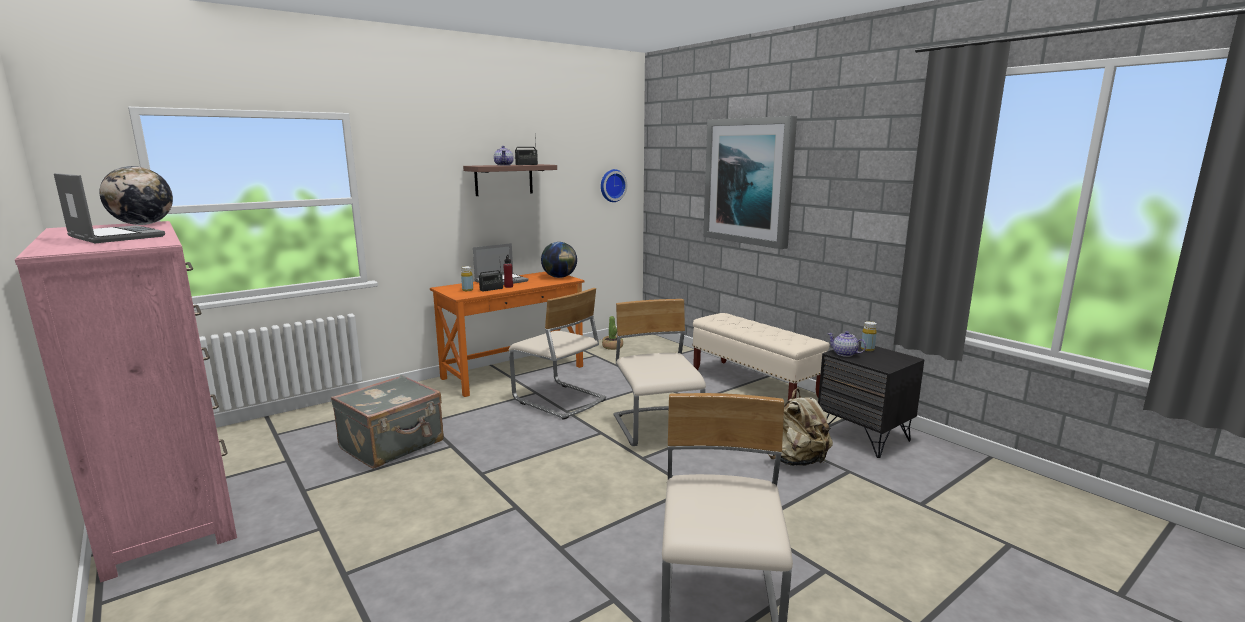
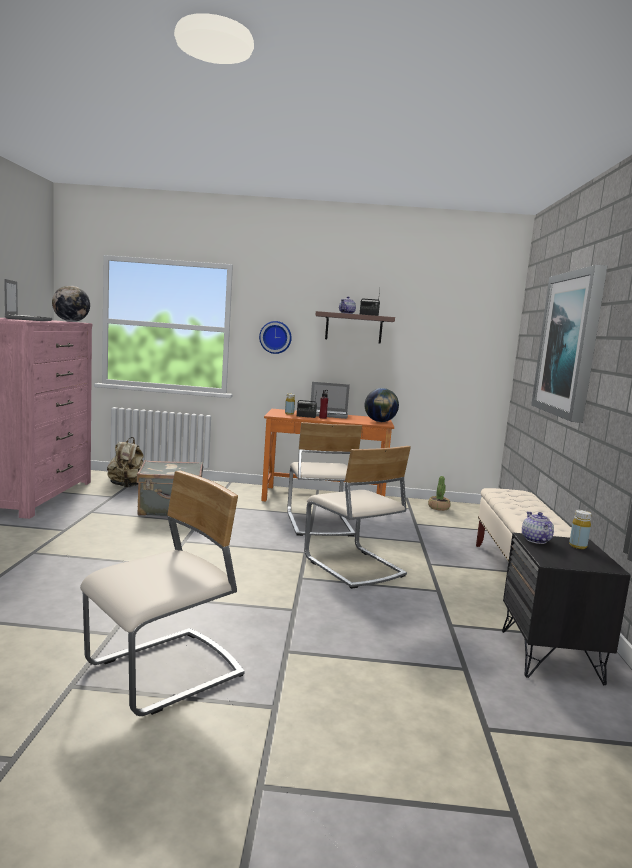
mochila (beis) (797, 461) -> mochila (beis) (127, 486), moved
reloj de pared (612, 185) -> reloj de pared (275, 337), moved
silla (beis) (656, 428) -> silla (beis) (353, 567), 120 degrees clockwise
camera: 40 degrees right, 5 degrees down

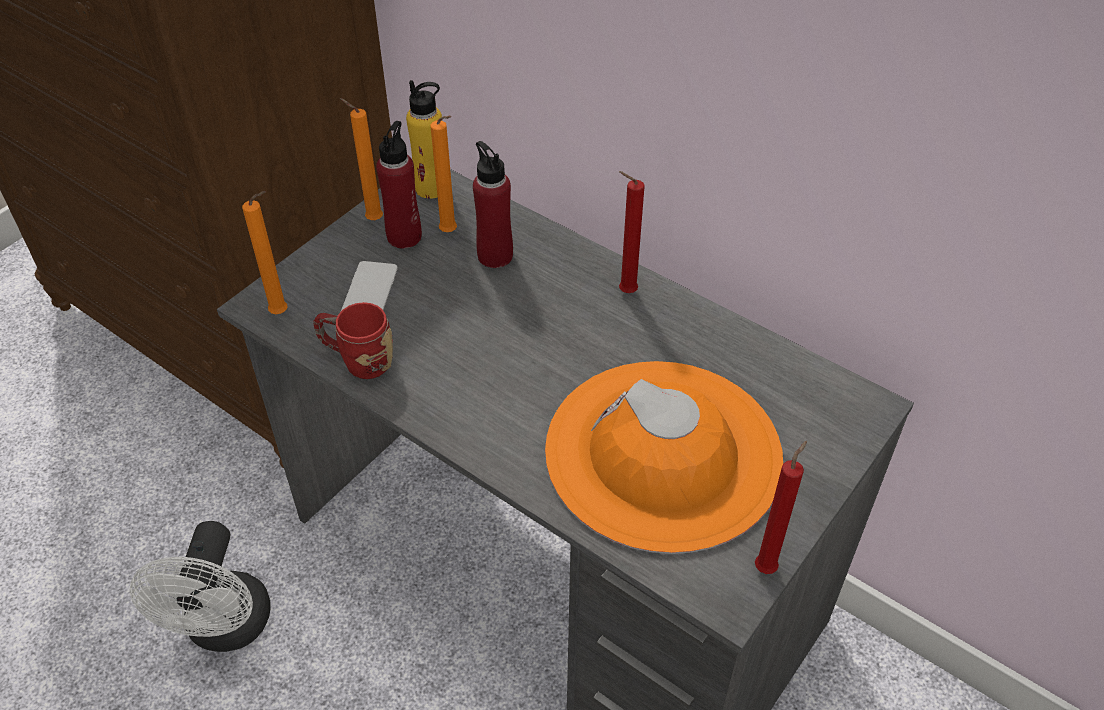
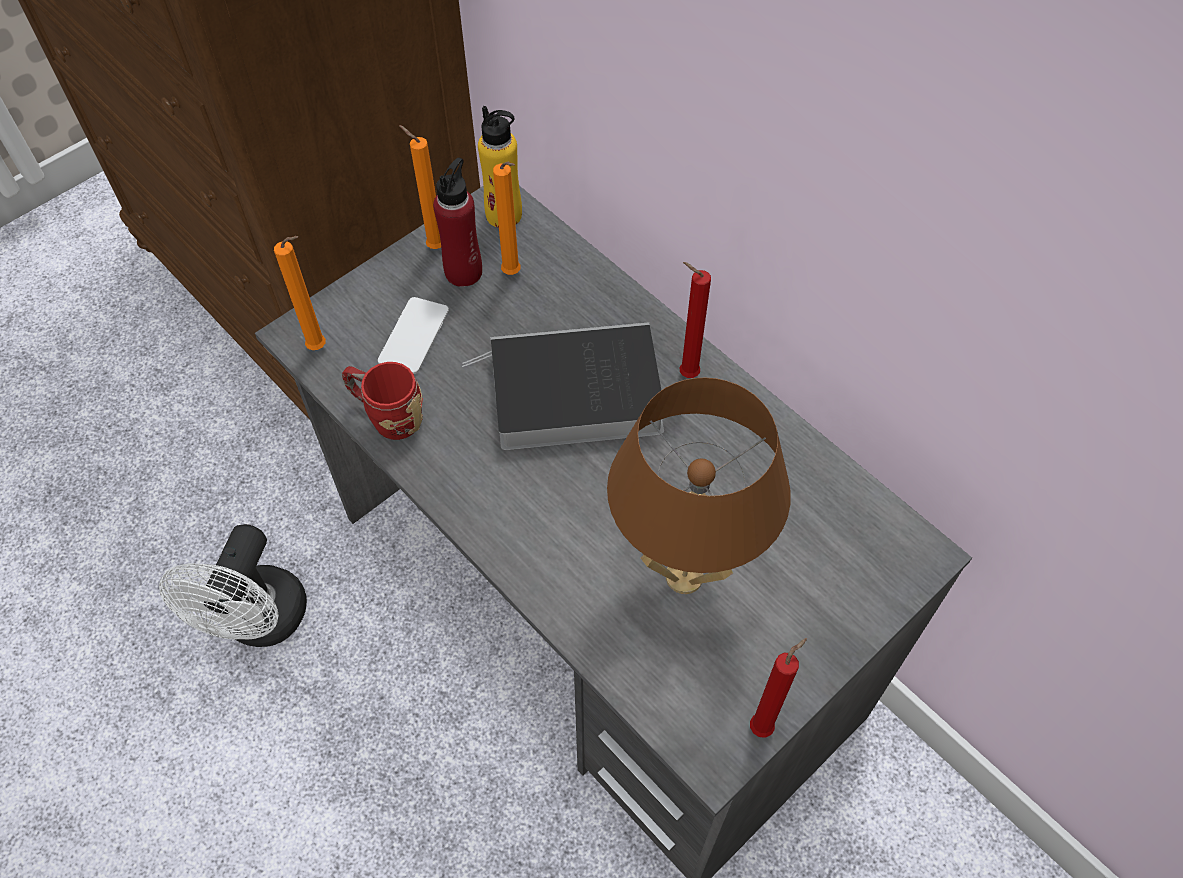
none -> libro (570, 395)
sombrero (naranja) (663, 453) -> lámpara de mesa (marrón) (683, 576)
botella (rojo) (495, 255) -> none
camera: 10 degrees right, 10 degrees up

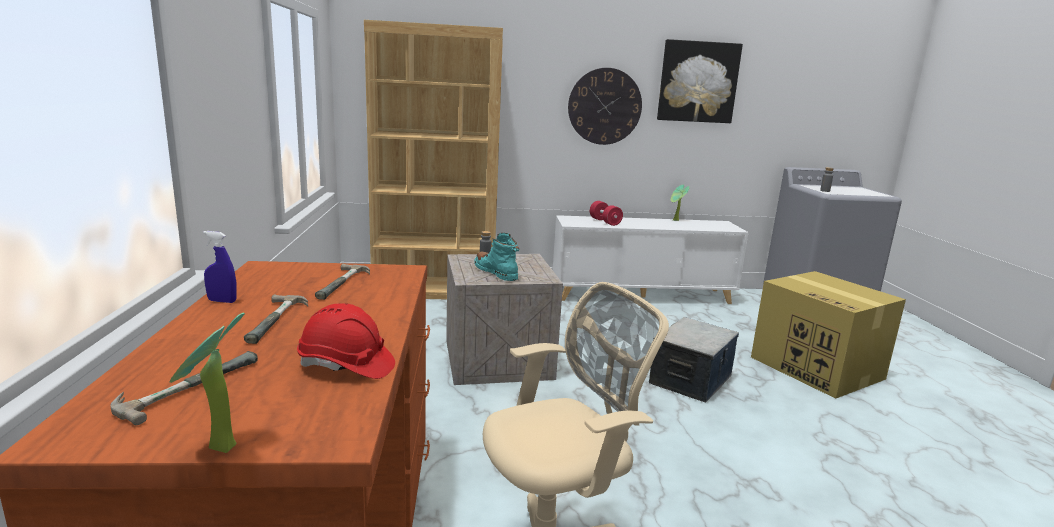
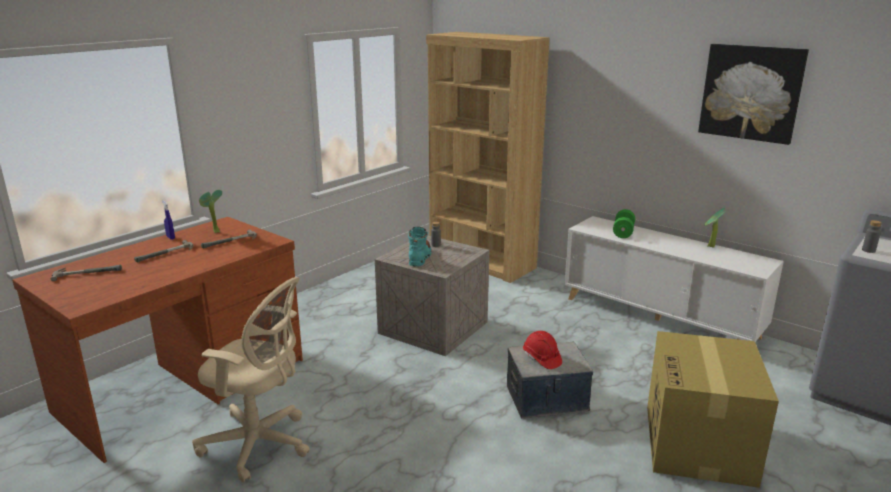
planta en maceta (217, 450) -> planta en maceta (214, 232), moved
casco (rojo) (346, 366) -> casco (rojo) (541, 358), moved
mancuerna (rojo) (605, 222) -> mancuerna (verde) (623, 232)
reloj de pared (604, 106) -> none
camera: 45 degrees right, 5 degrees up

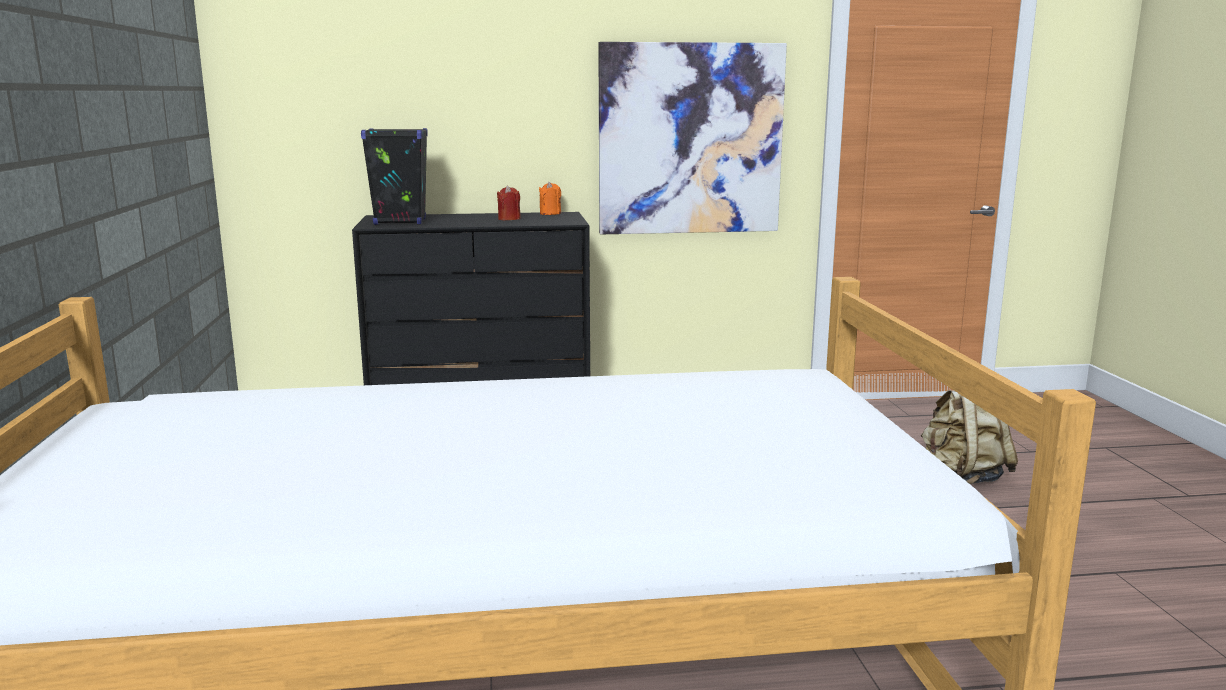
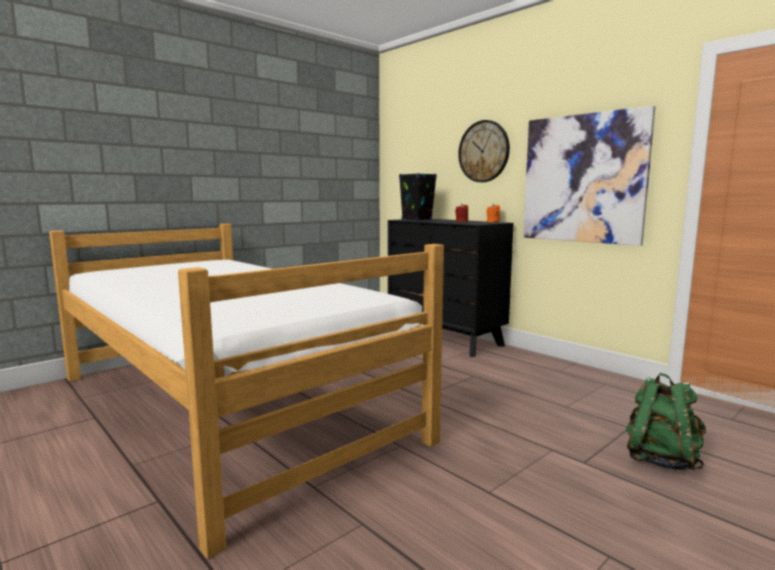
none -> reloj de pared (483, 151)
mochila (beis) (963, 477) -> mochila (verde) (660, 459)
camera: 55 degrees right, 5 degrees down

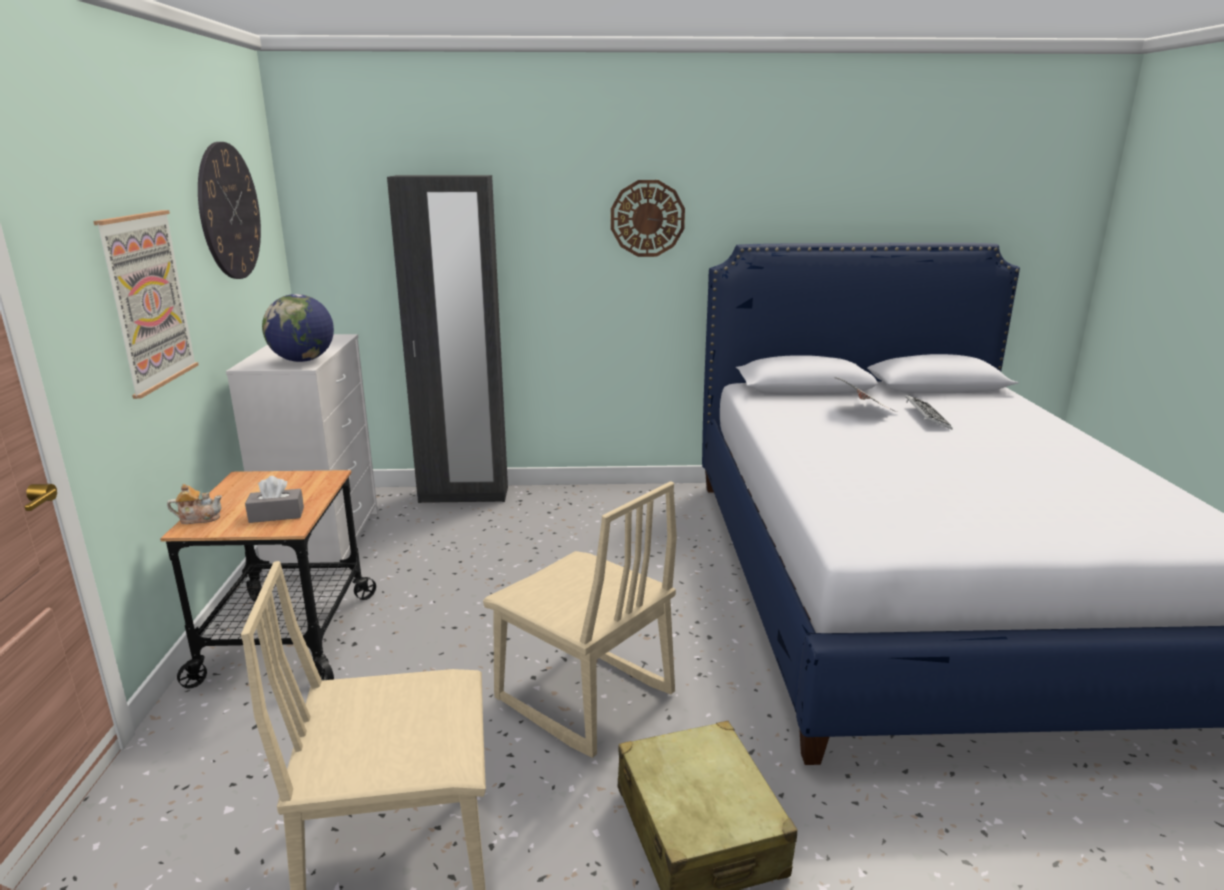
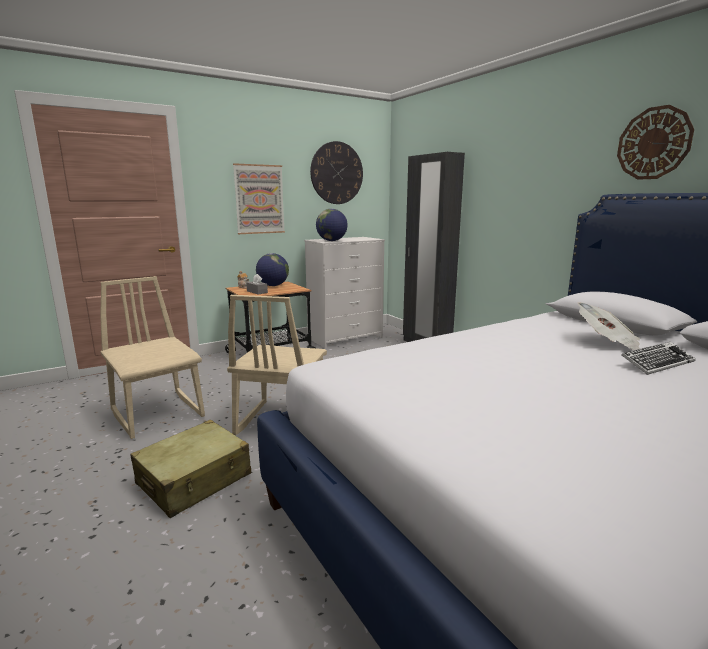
none -> globo terráqueo (273, 285)
reloj de pared (647, 218) -> reloj de pared (653, 143), moved
camera: 60 degrees right, 5 degrees down

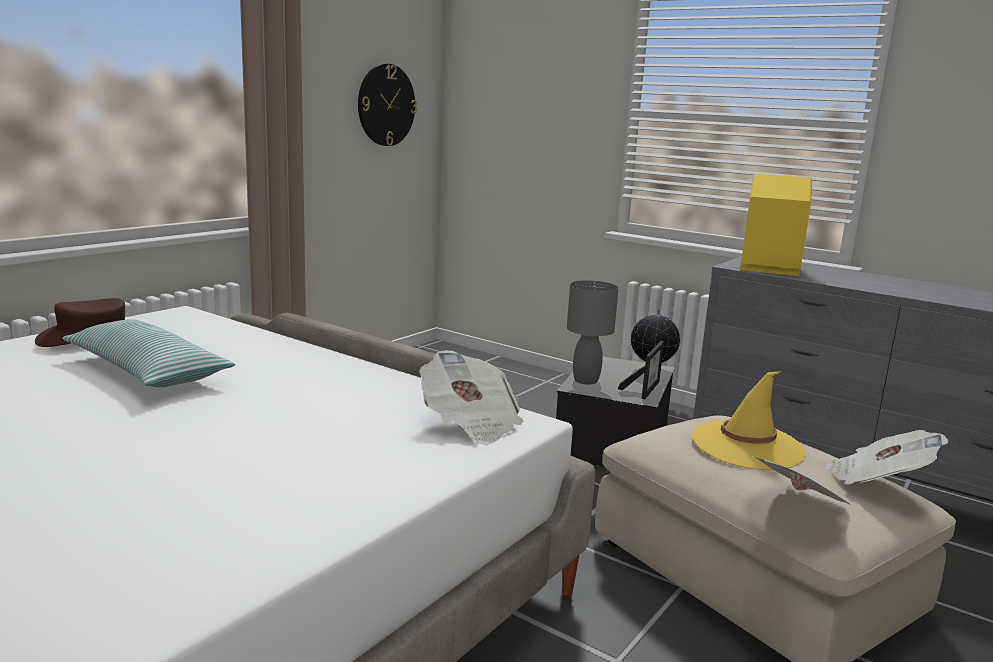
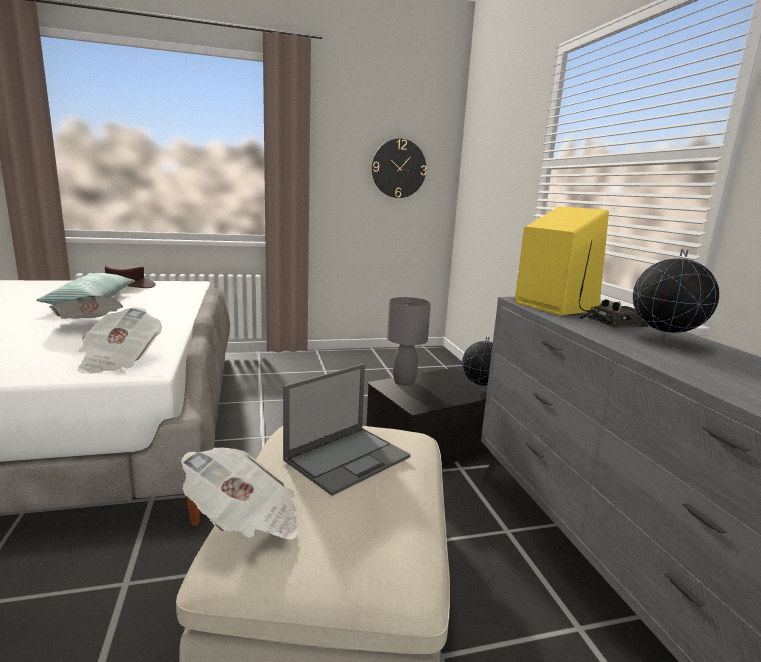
periódico (877, 481) -> periódico (90, 325), moved
sombrero (amarillo) (747, 445) -> portátil (348, 458)
none -> radio (612, 322)
none -> globo terráqueo (664, 341)
portarretratos (645, 388) -> none
camera: 40 degrees right, 0 degrees up

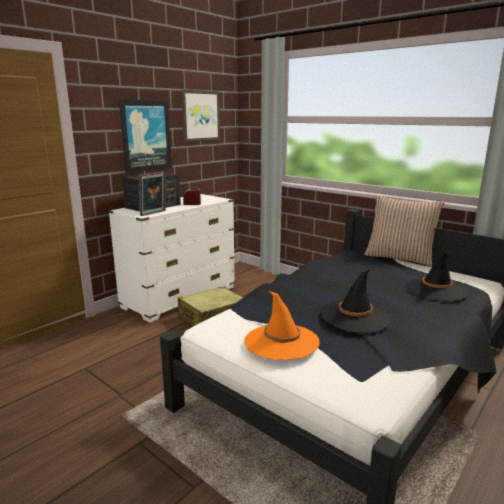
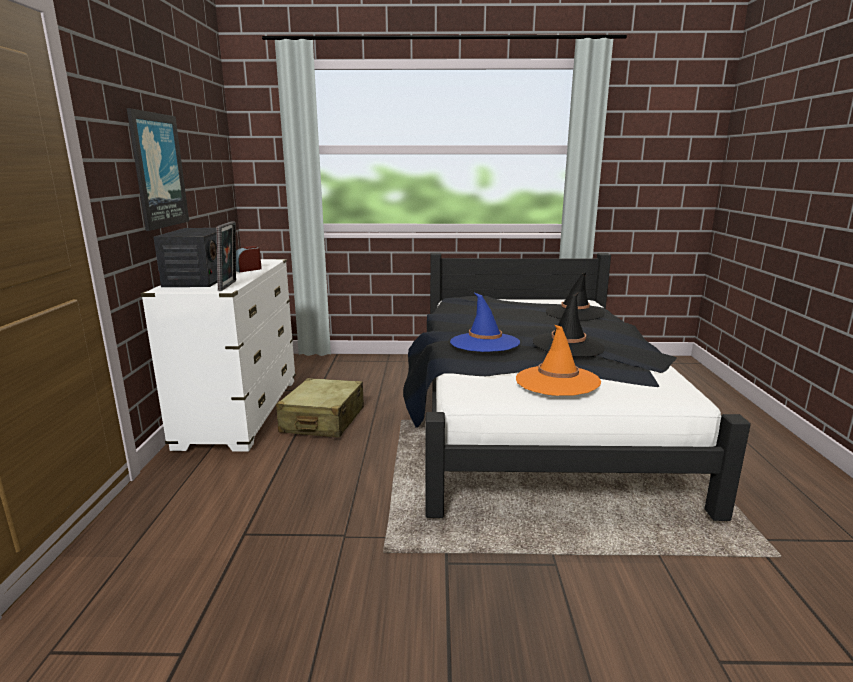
none -> sombrero (azul) (484, 343)
cuadro (200, 116) -> none
cojín (399, 258) -> none
camera: 40 degrees left, 0 degrees up

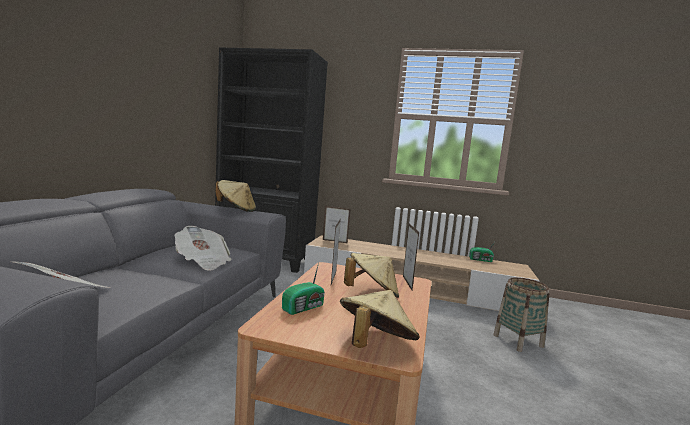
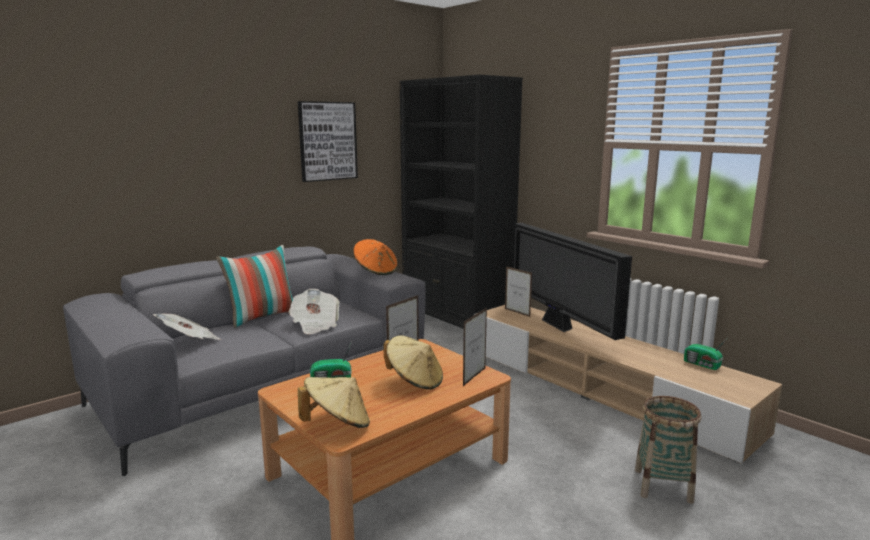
none -> cojín (262, 317)
none -> cuadro (327, 141)
sombrero (beis) (236, 209) -> sombrero (naranja) (376, 271)
none -> televisor (558, 326)
camera: 35 degrees right, 5 degrees up

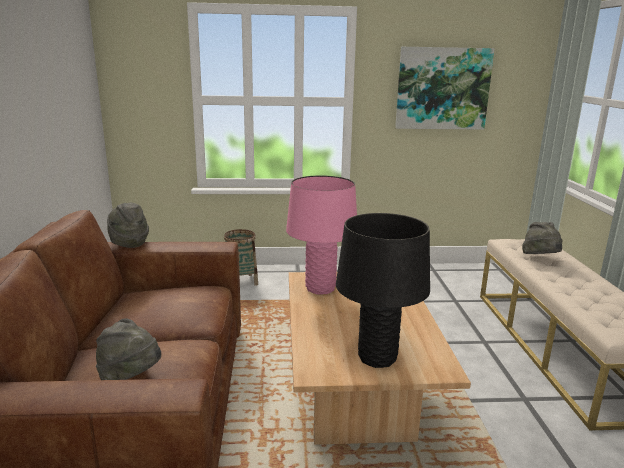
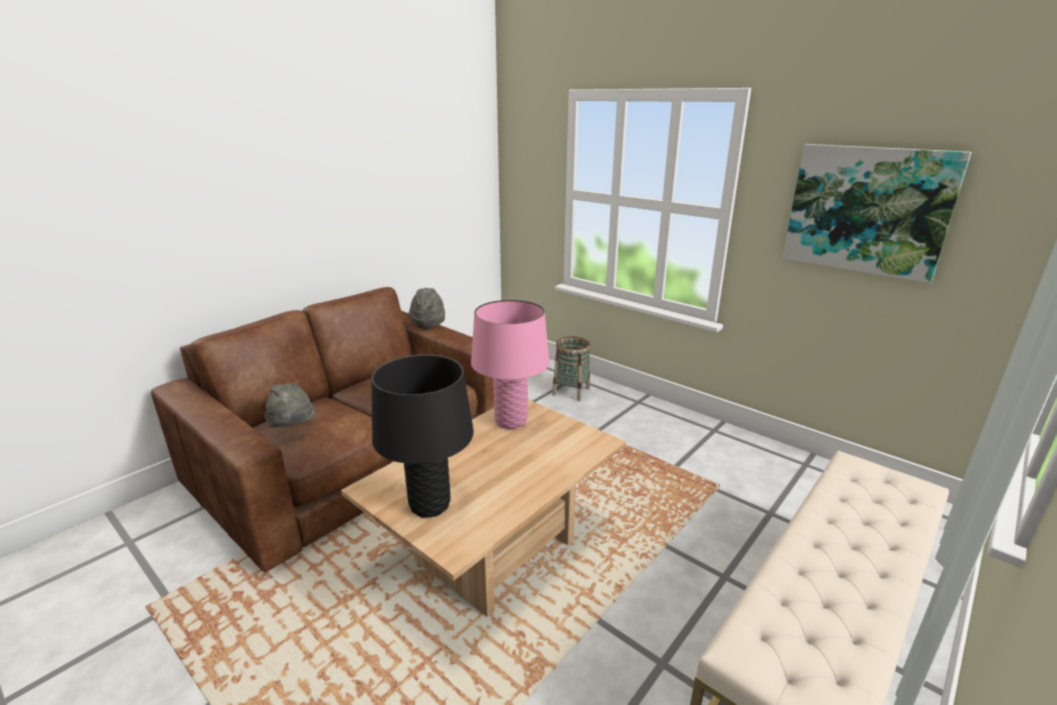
sombrero (gris) (540, 259) -> none
camera: 45 degrees right, 5 degrees up

